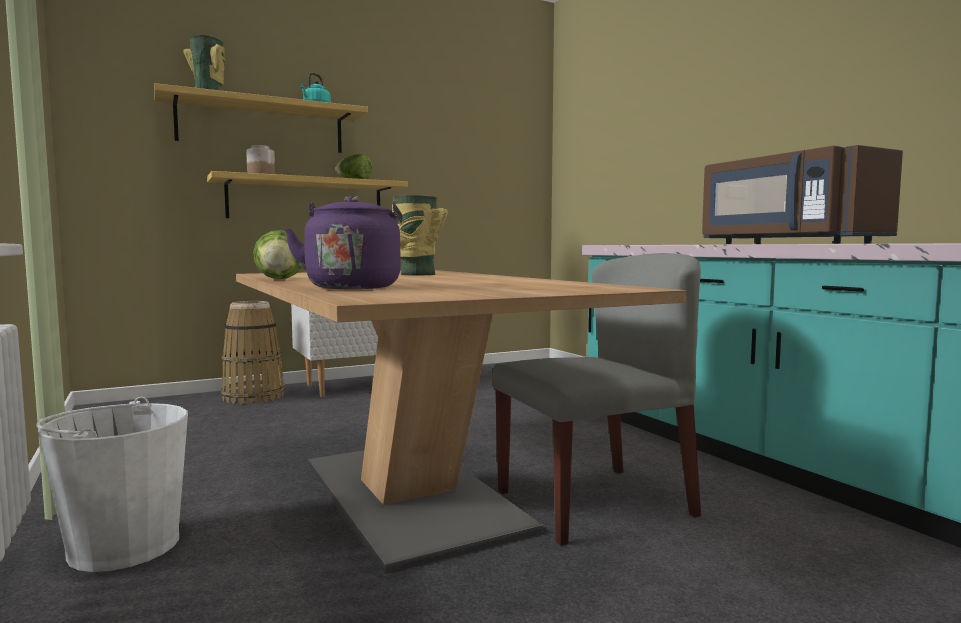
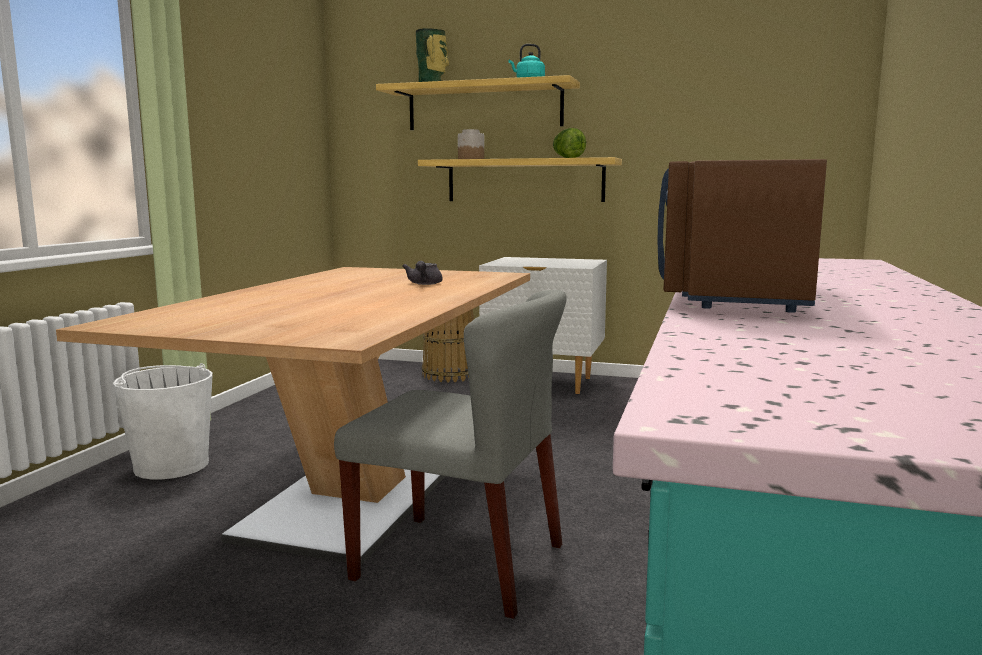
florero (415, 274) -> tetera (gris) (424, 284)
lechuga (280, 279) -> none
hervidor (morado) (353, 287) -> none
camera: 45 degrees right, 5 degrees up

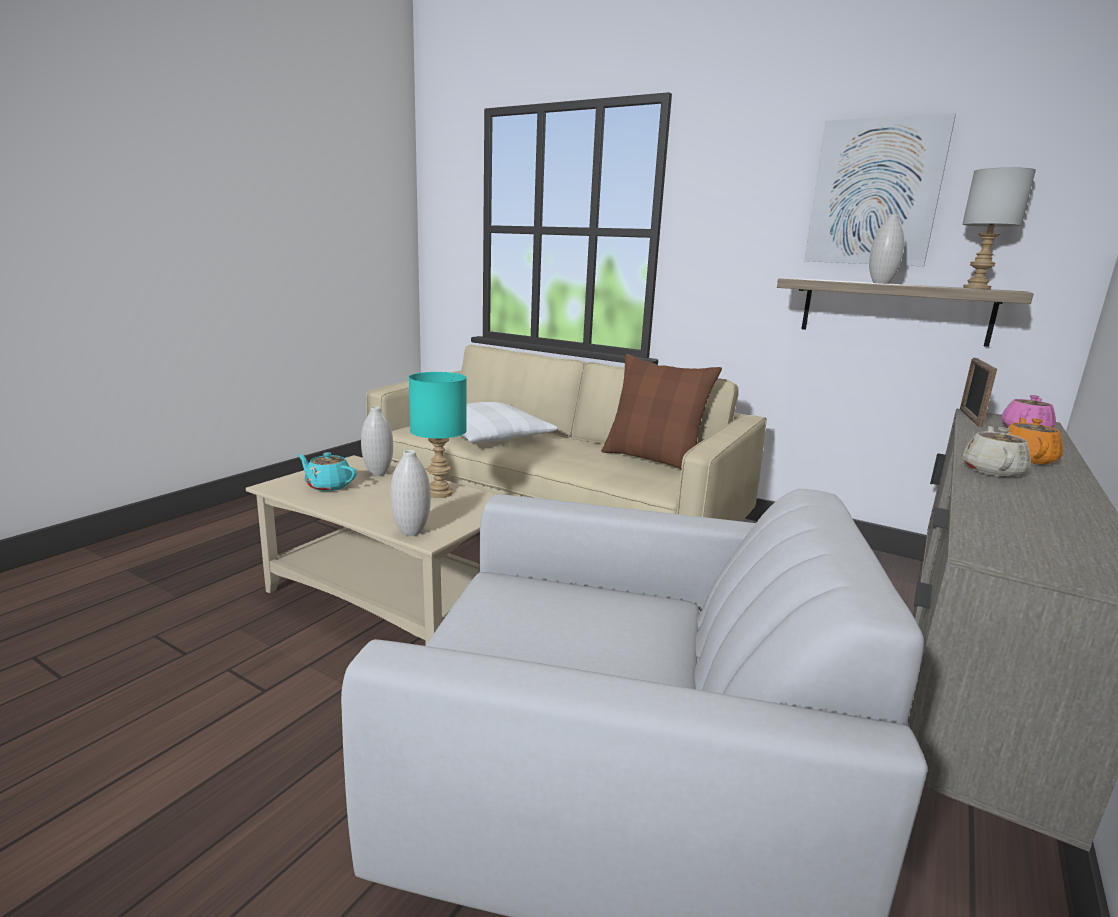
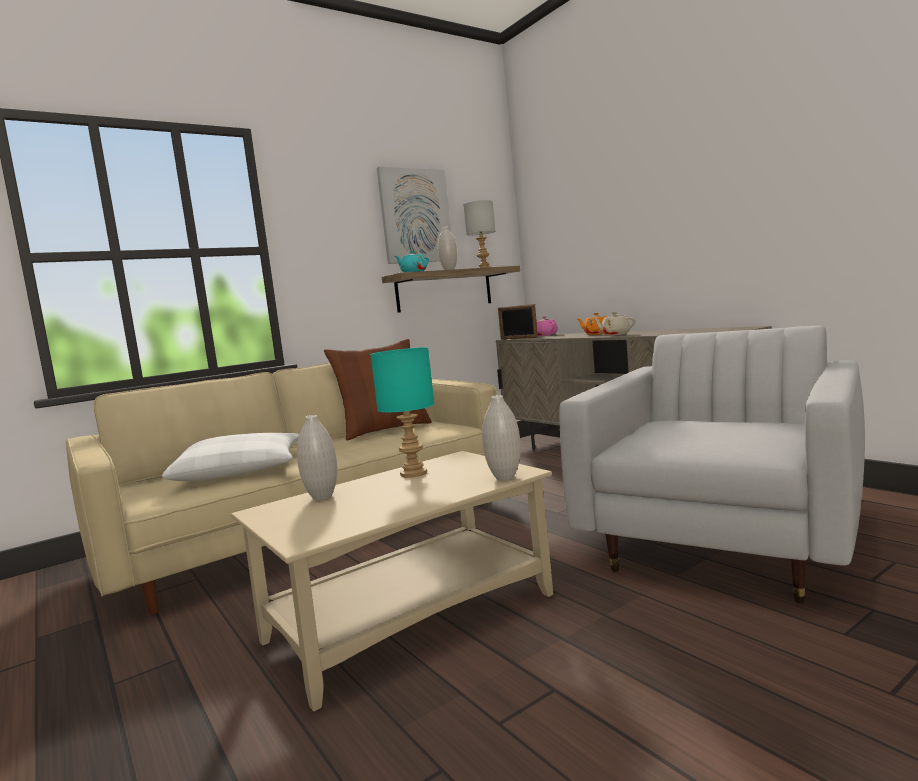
tetera (turquesa) (328, 486) -> tetera (turquesa) (413, 272), moved
camera: 65 degrees left, 10 degrees down

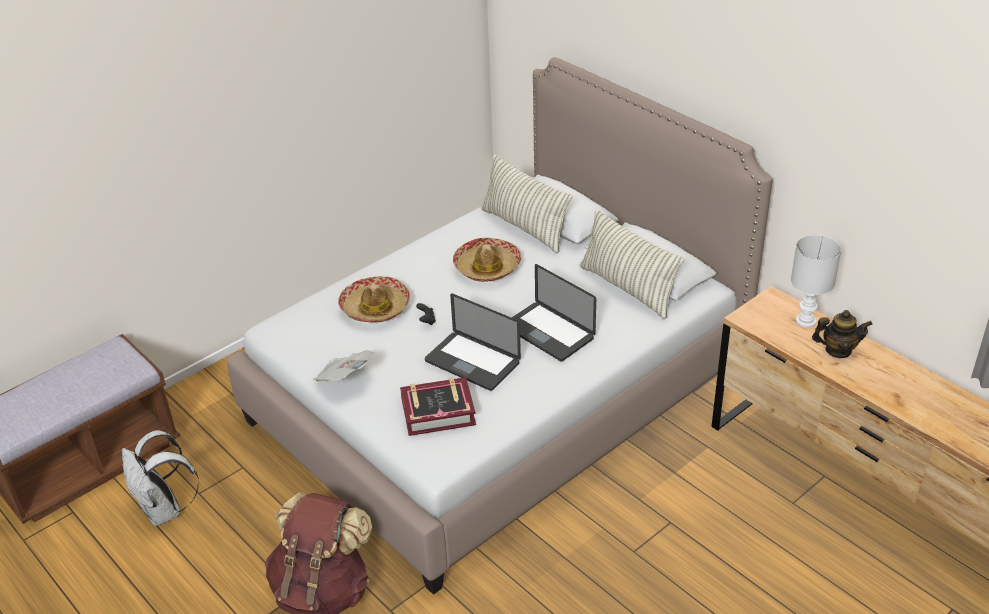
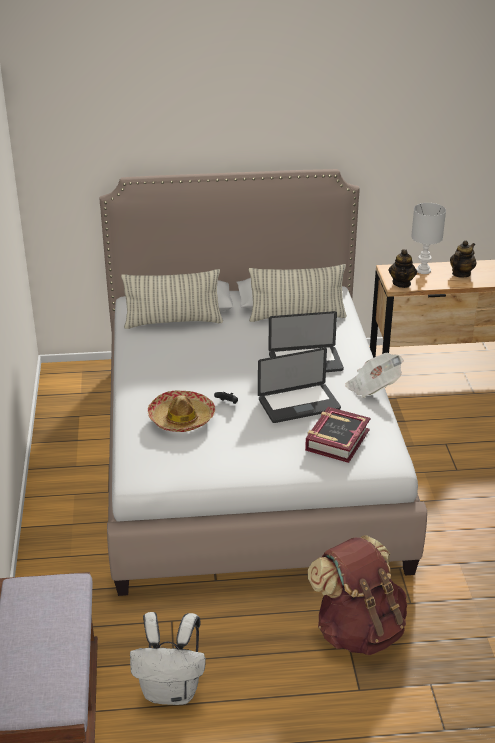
periódico (345, 378) -> periódico (373, 387), moved
none -> tetera (402, 283)
sombrero (487, 267) -> none
camera: 55 degrees left, 5 degrees down

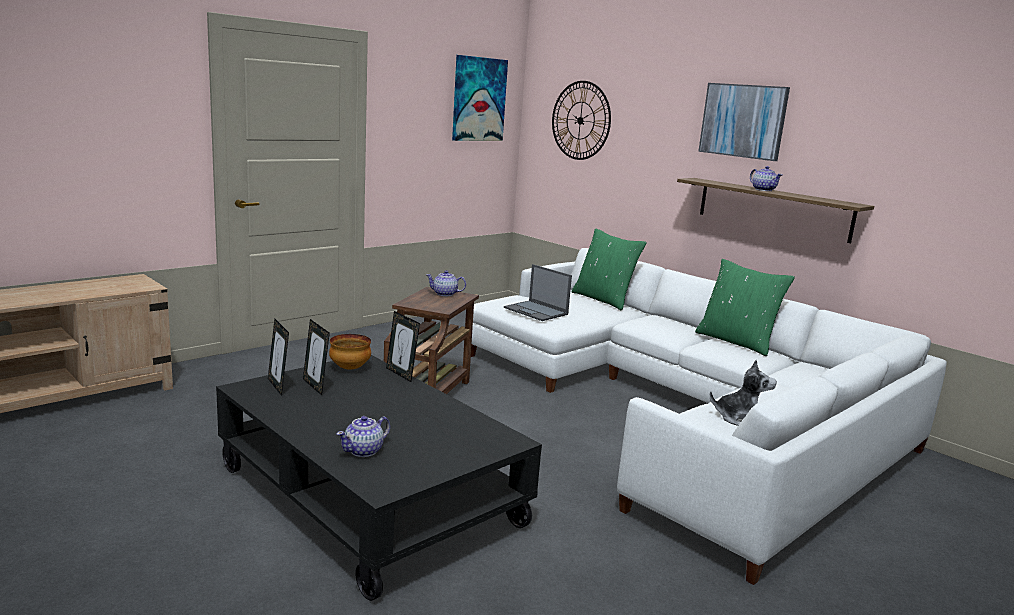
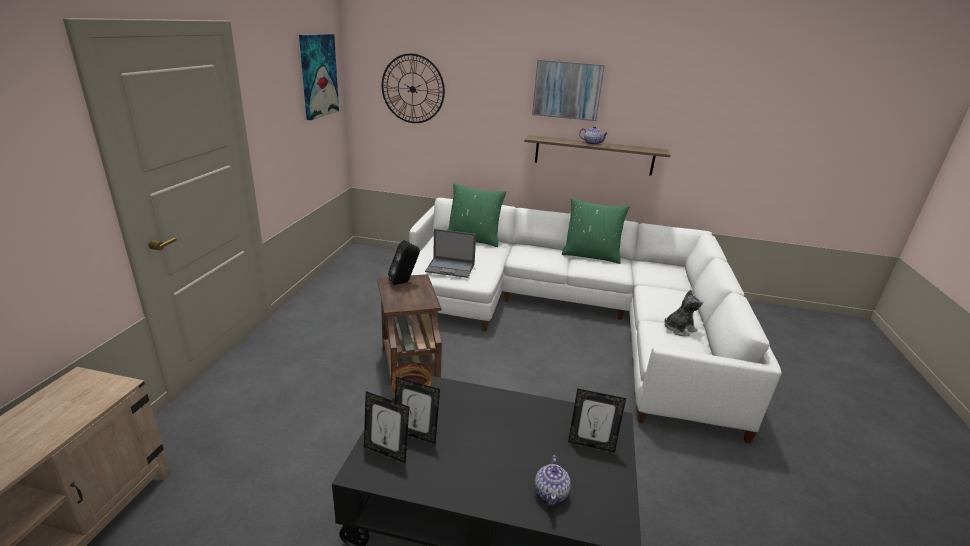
tetera (445, 294) -> altavoz (negro) (404, 282)
portarretratos (401, 374) -> portarretratos (591, 444), moved
camera: 35 degrees left, 10 degrees up

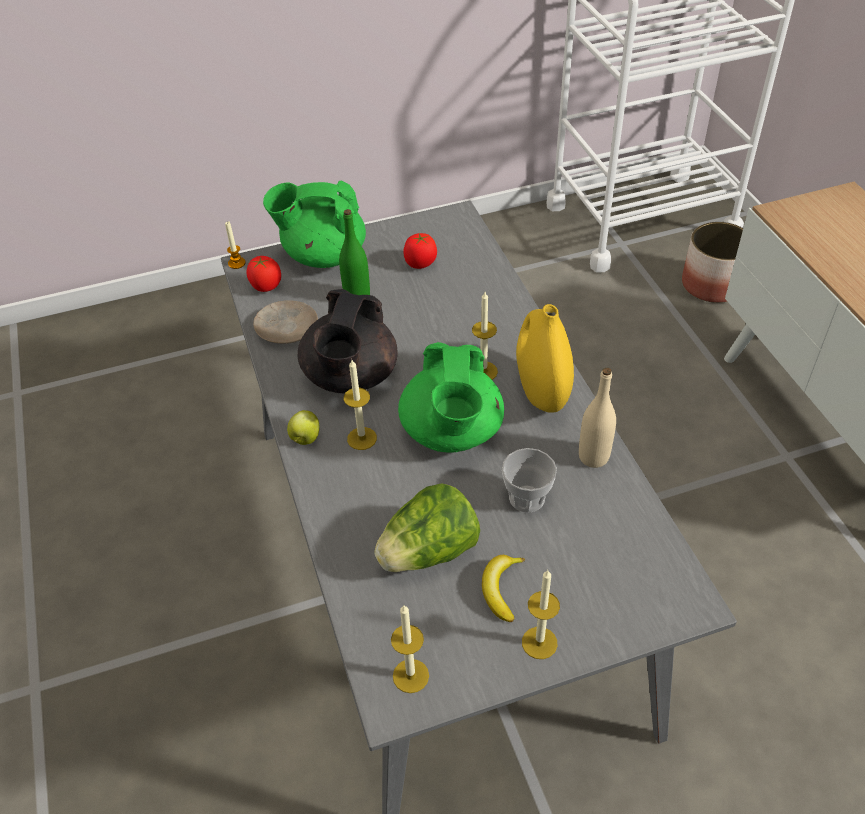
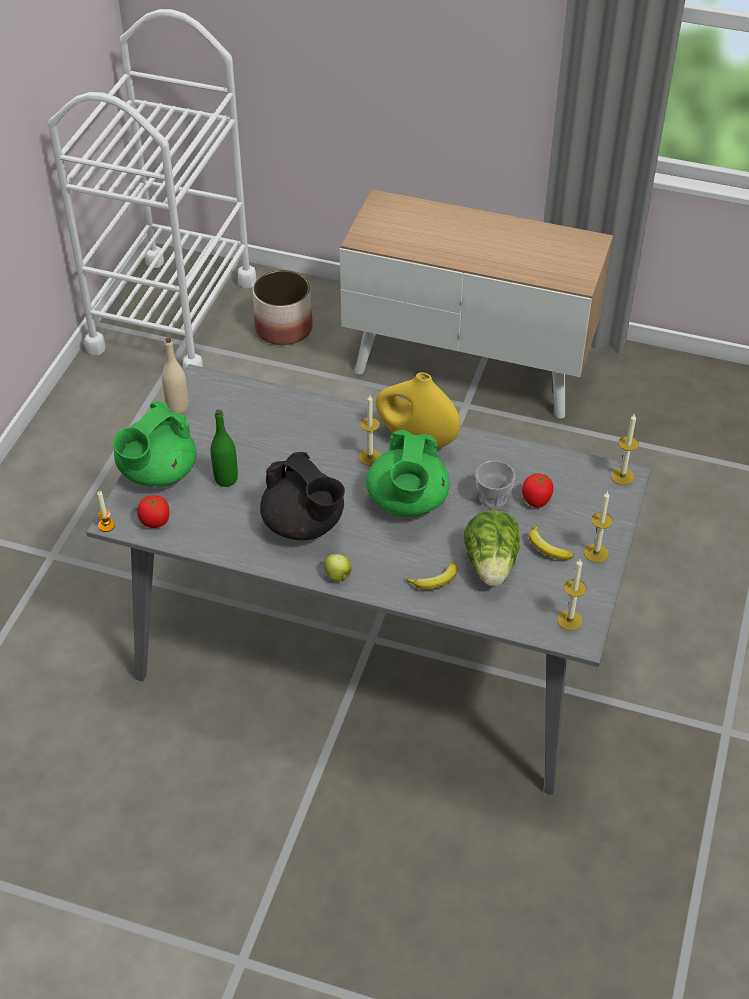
botella (beis) (593, 457) -> botella (beis) (177, 407), moved
tetera (verde) (452, 433) -> tetera (verde) (407, 502), 60 degrees clockwise
none -> plátano (435, 581)
tomate (420, 263) -> tomate (536, 501), moved
vela (362, 438) -> vela (622, 476), moved
plato (beis) (286, 328) -> none
camera: 55 degrees left, 0 degrees up

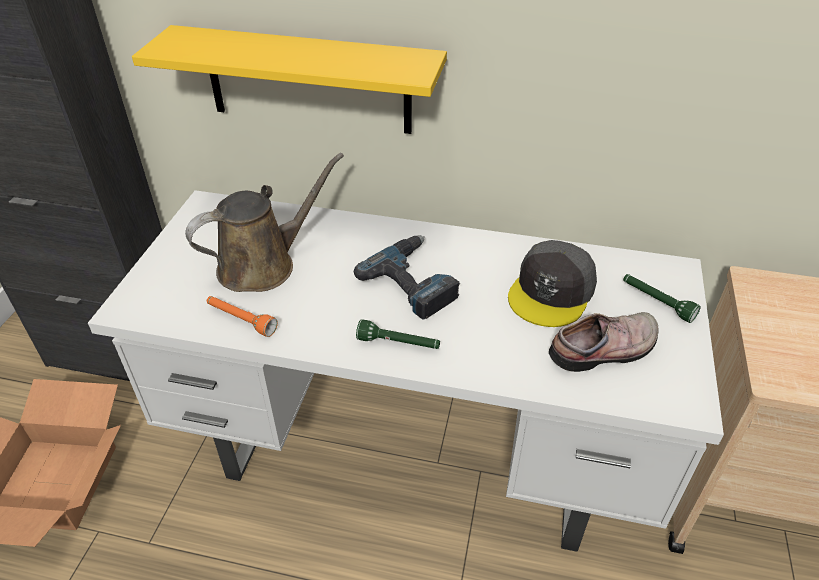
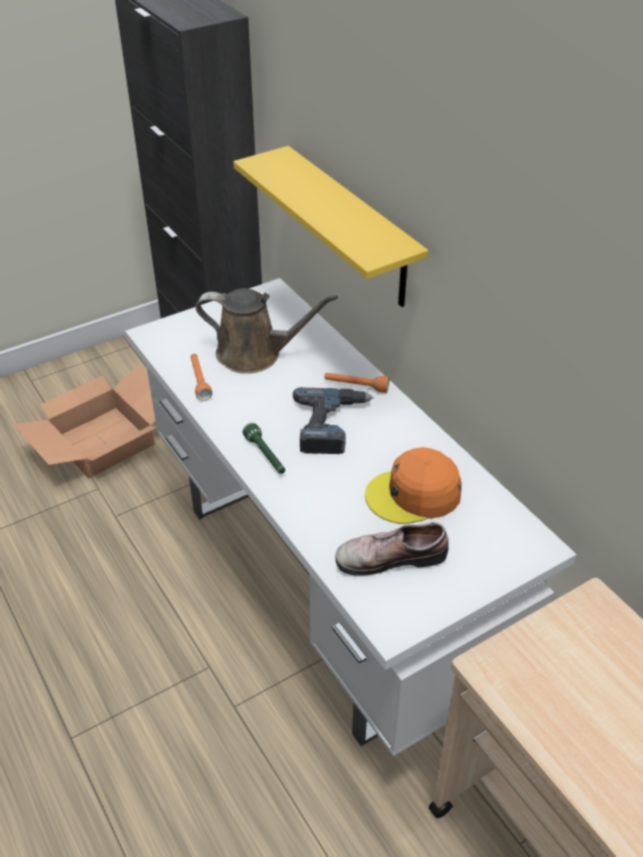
none -> linterna (naranja) (356, 386)
zapato (605, 351) -> zapato (390, 555), 150 degrees clockwise
gorra (gris) (552, 292) -> gorra (naranja) (414, 494)
linterna (verde) (656, 302) -> none
camera: 45 degrees right, 0 degrees up

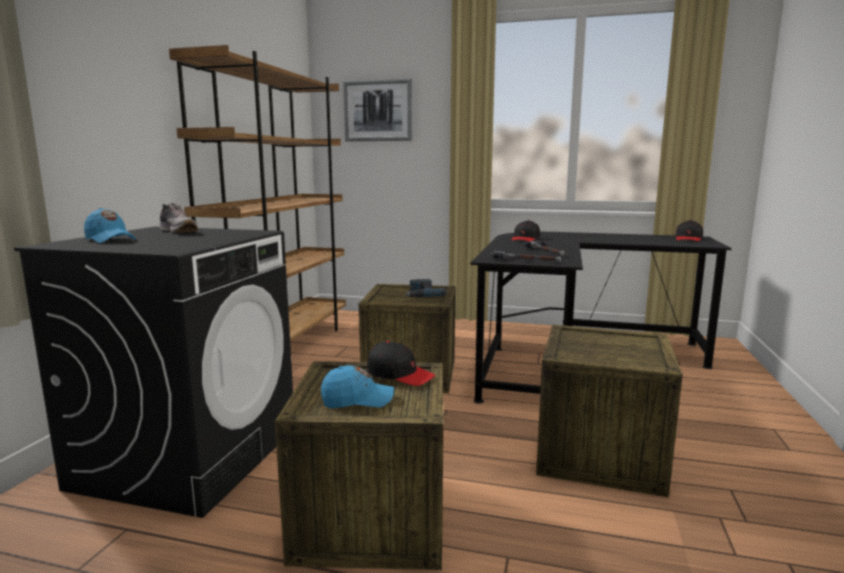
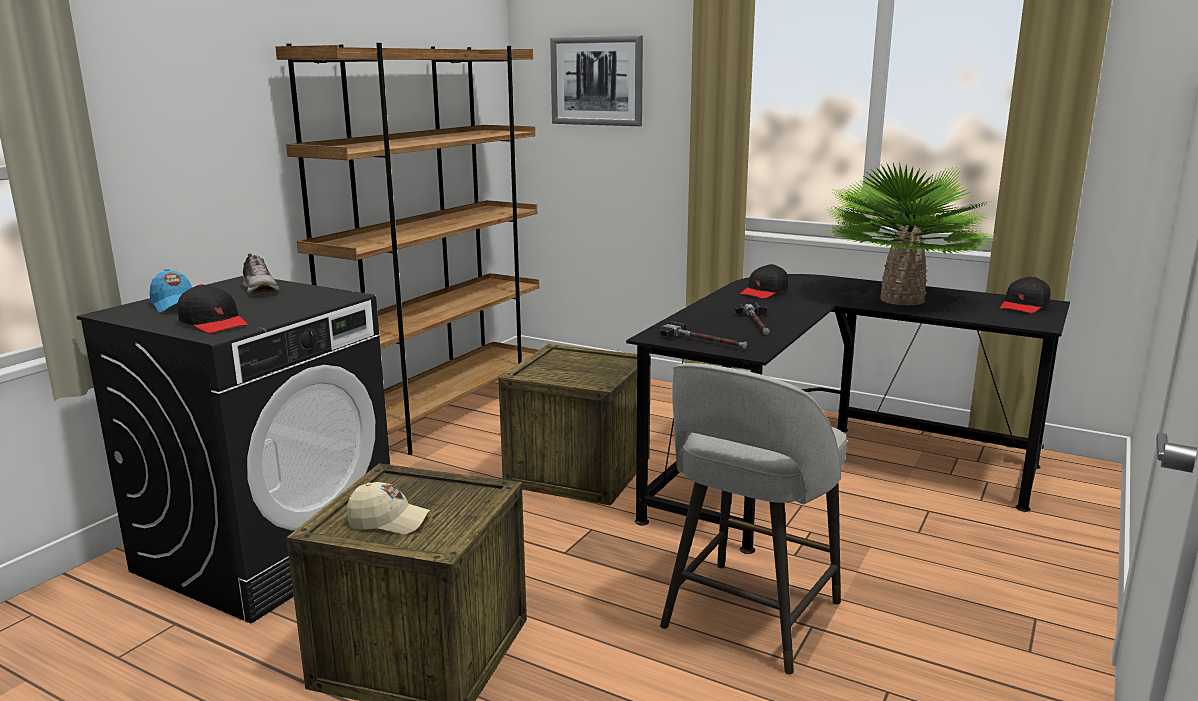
gorra (negro) (400, 374) -> gorra (negro) (214, 323), moved
gorra (azul) (357, 400) -> gorra (beis) (388, 522)
caja de embalaje (600, 454) -> taburete (gris) (748, 617)
none -> planta en maceta (902, 300)
taladro (421, 294) -> none
camera: 15 degrees right, 5 degrees up

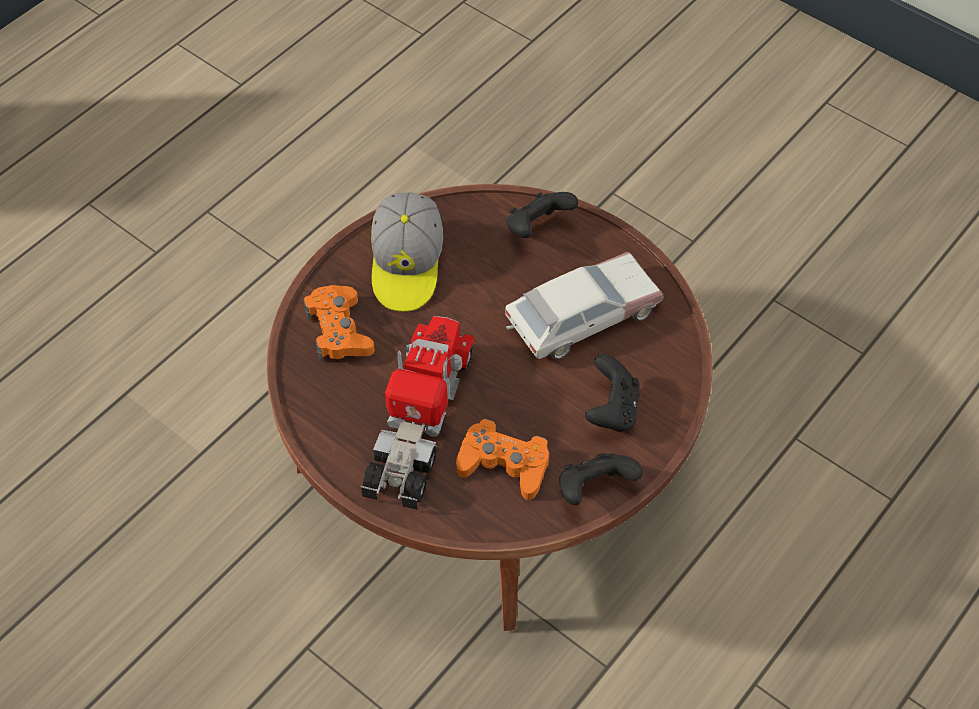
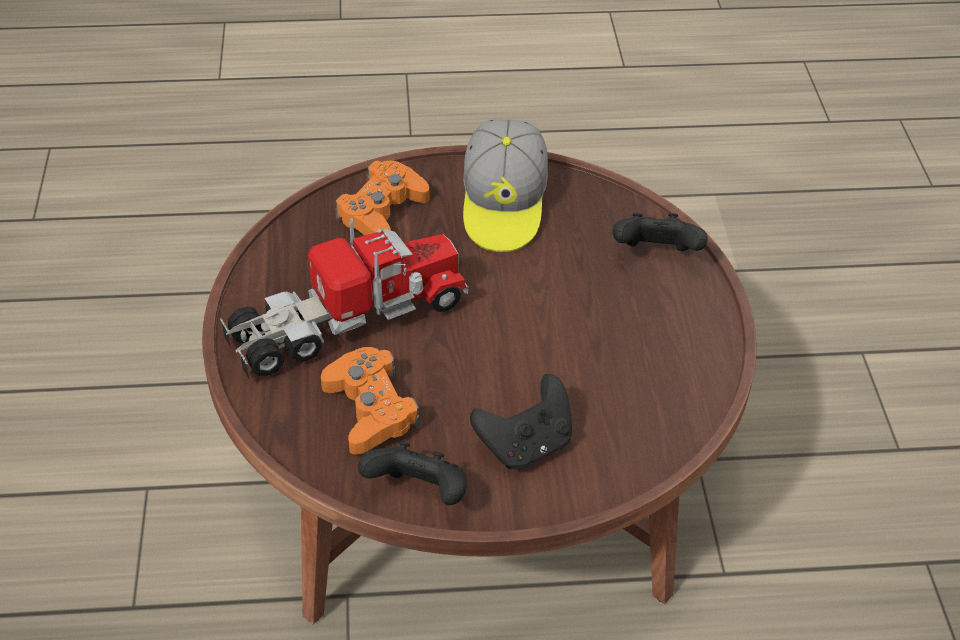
gorra (407, 265) -> gorra (503, 205), 45 degrees counterclockwise
coche de juguete (581, 316) -> none
camera: 45 degrees right, 10 degrees down

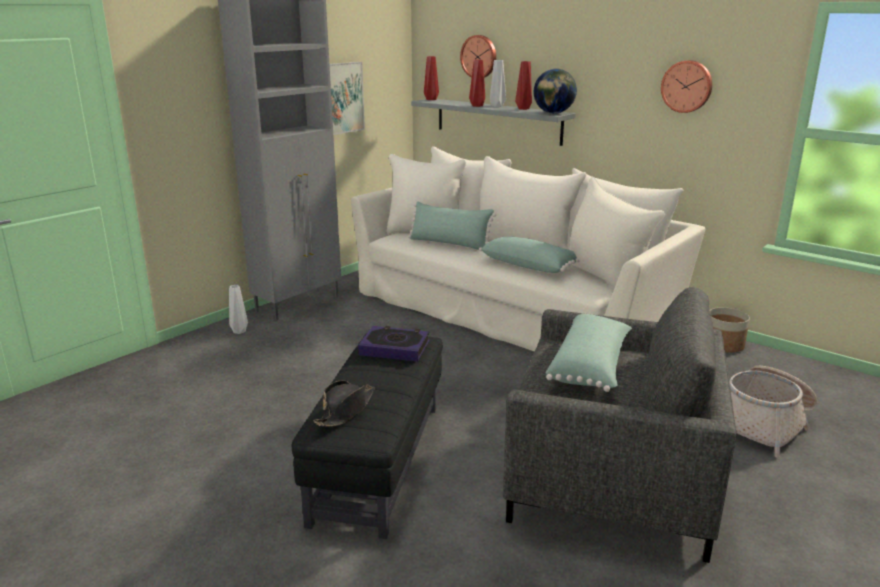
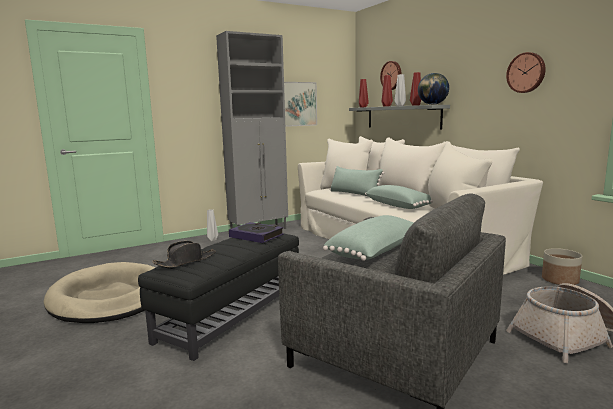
none -> cama para perro (beis) (110, 297)
camera: 20 degrees right, 10 degrees down

